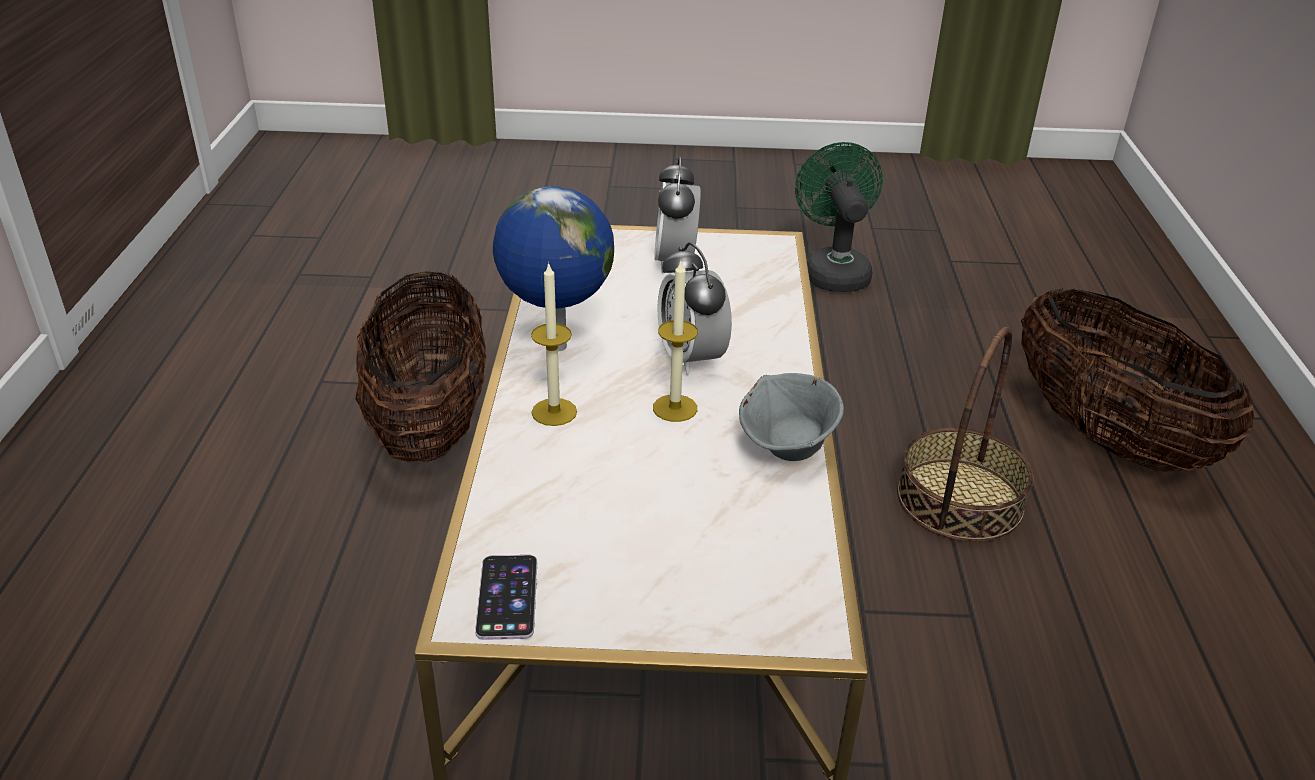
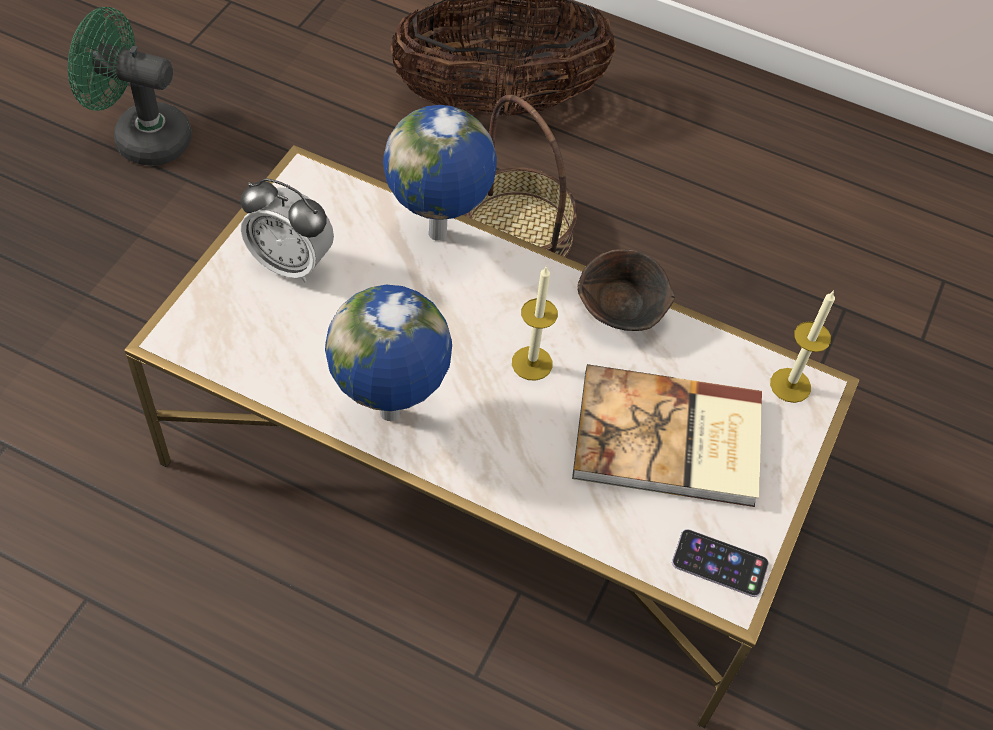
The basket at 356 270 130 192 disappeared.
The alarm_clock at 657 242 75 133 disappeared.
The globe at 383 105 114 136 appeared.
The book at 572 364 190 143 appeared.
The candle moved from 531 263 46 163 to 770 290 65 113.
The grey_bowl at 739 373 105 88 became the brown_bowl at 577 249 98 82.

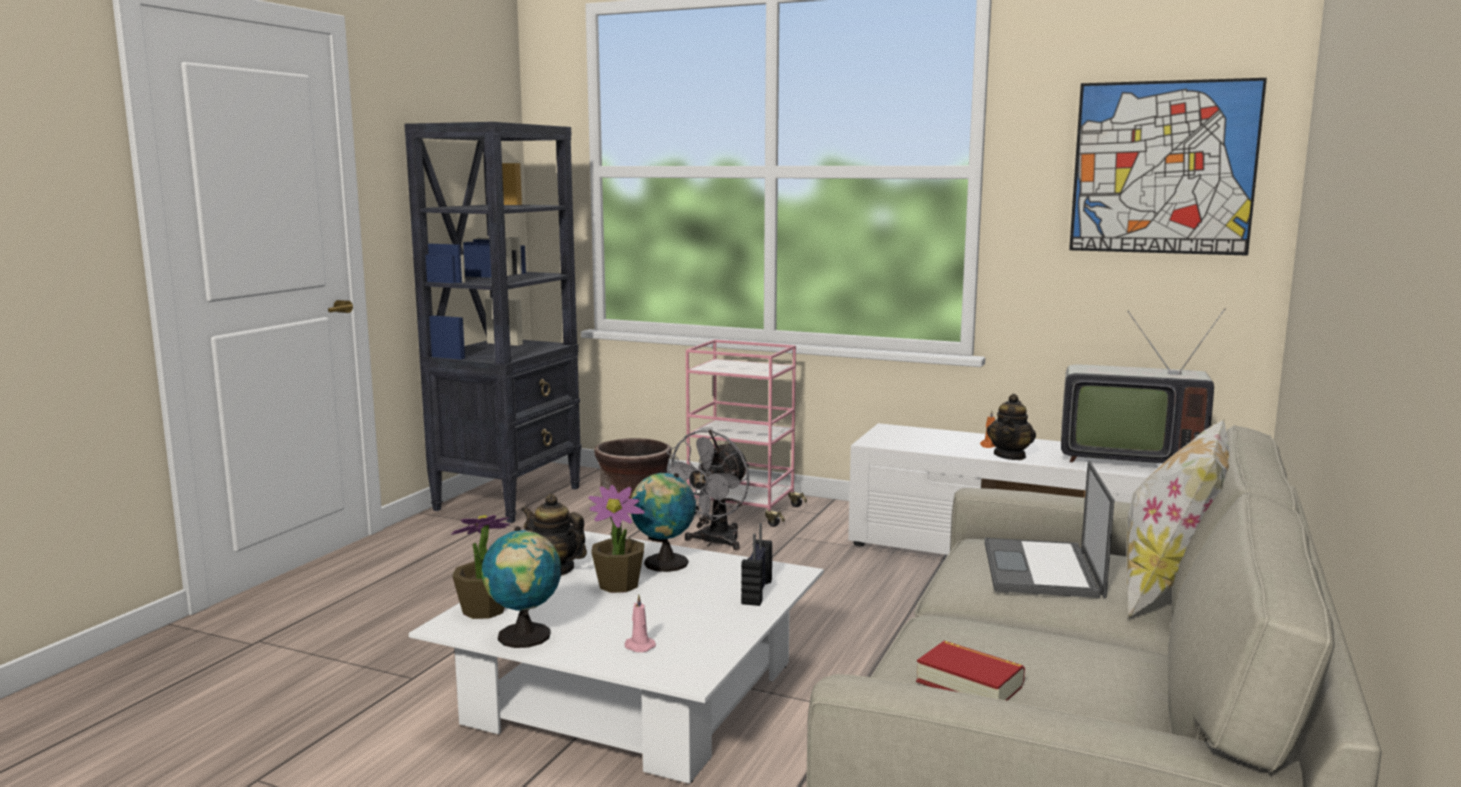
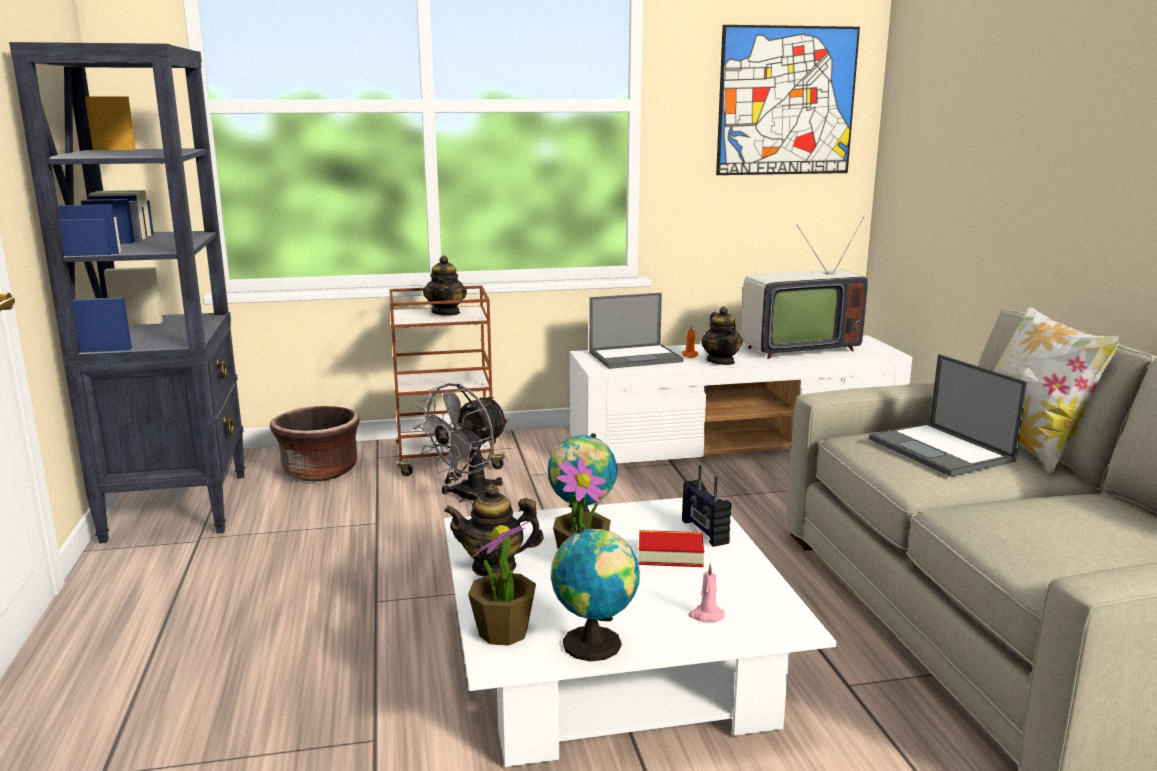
The teapot at 423 255 44 61 appeared.
The laptop at 589 293 94 76 appeared.
The book moved from 916 641 109 60 to 638 530 66 37.
The pink_cart at 686 340 121 187 became the brown_cart at 389 285 120 191.
The grey_fan at 666 430 83 120 turned 45 degrees clockwise.

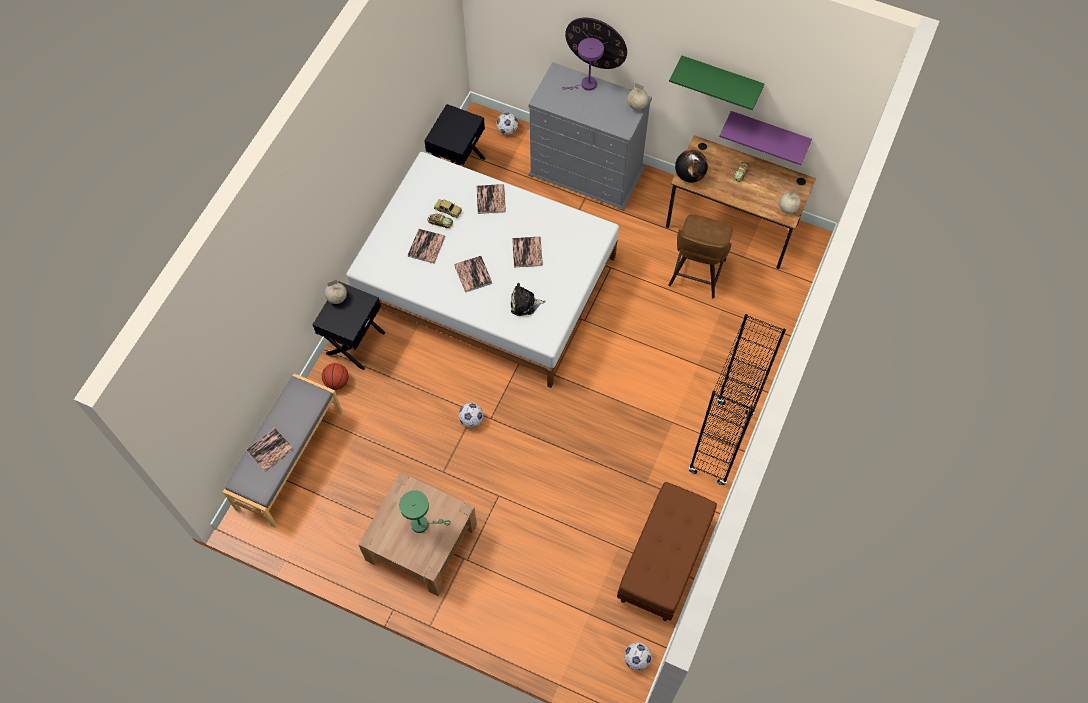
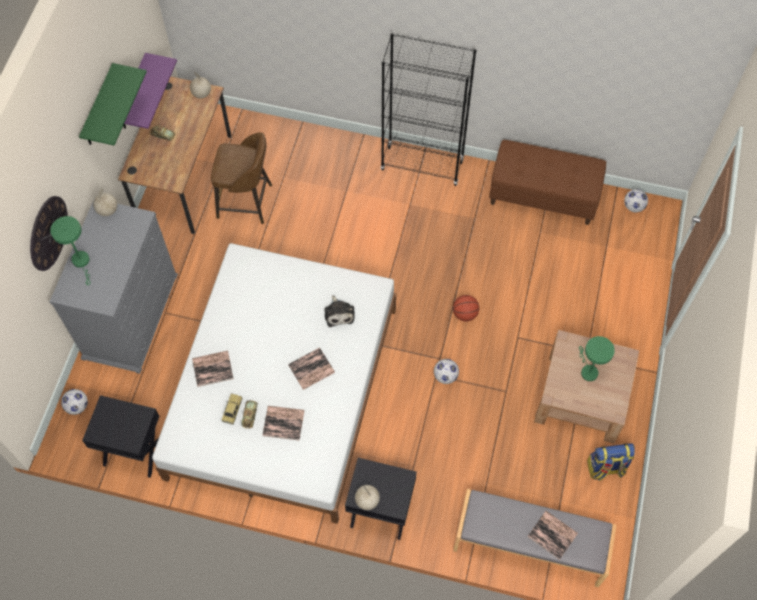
The book at 512 237 31 31 disappeared.
The globe at 675 150 33 33 disappeared.
The backpack at 587 443 48 38 appeared.
The basketball moved from 322 363 27 27 to 453 295 26 27.
The purple_table_lamp at 562 38 42 53 became the green_table_lamp at 50 216 41 69.

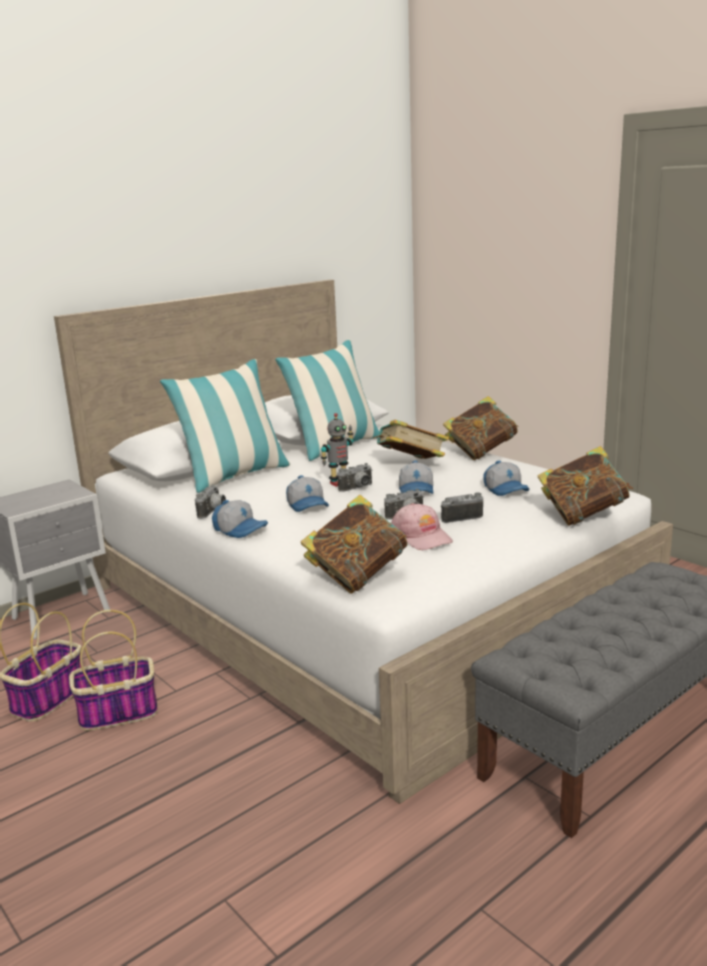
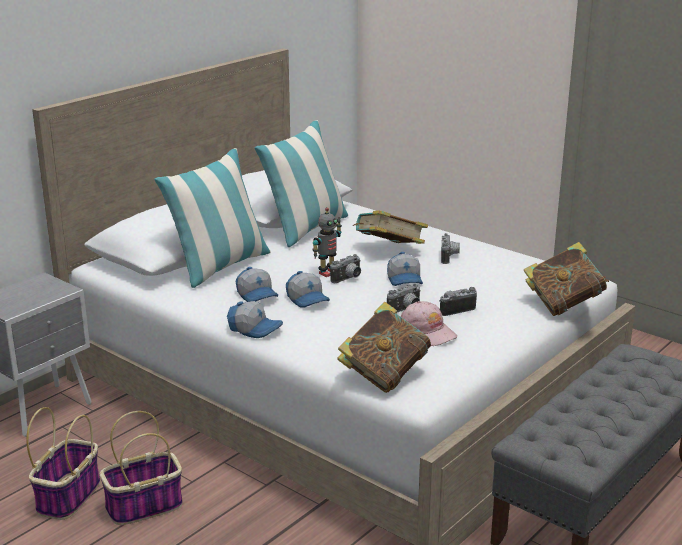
The book at 443 396 76 64 disappeared.
The photo_camera moved from 195 484 31 35 to 441 233 19 31.
The cap moved from 483 461 46 35 to 236 267 42 35.

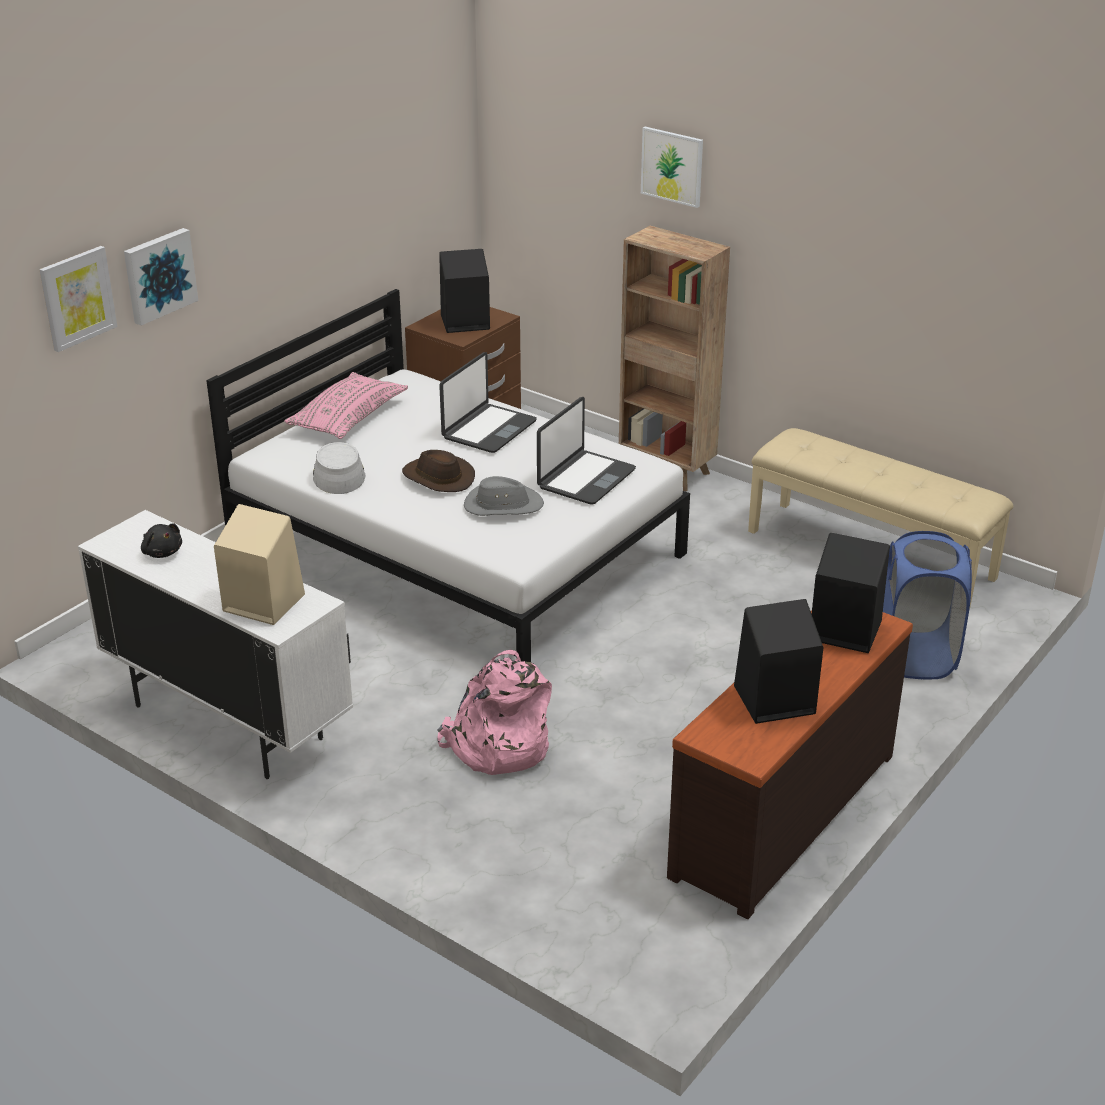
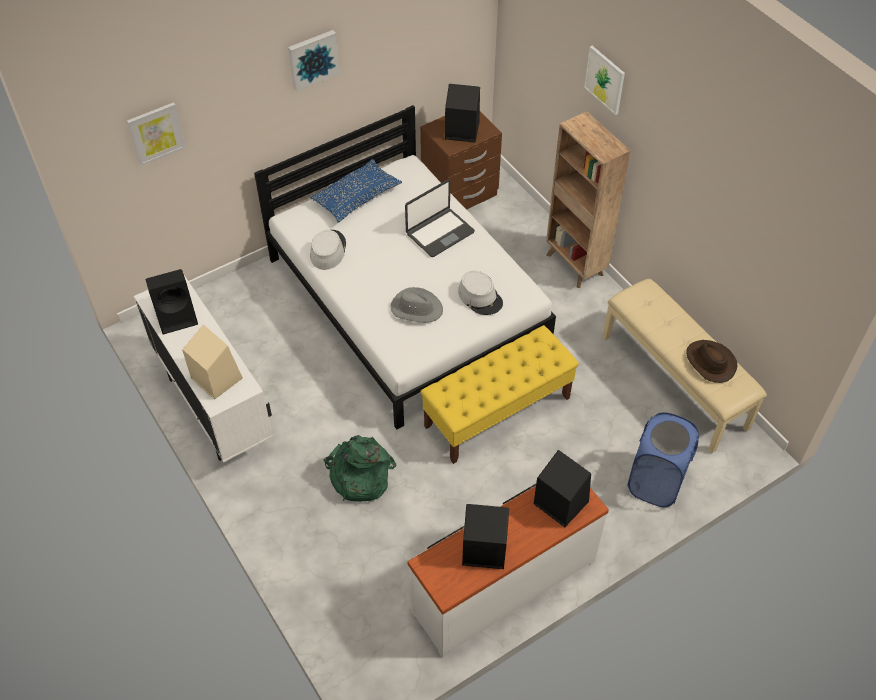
The yellow_bench at 420 325 159 139 appeared.
The picture moved from 124 228 74 98 to 288 30 52 62.
The brown_hat moved from 402 450 73 42 to 686 340 51 43.
The black_plush_toy at 141 523 41 35 was replaced by the black_speaker at 146 269 52 66.
The laptop at 537 397 99 107 was replaced by the grey_hat at 458 271 45 44.
The pink_pillow at 284 372 124 67 became the blue_pillow at 310 159 92 64.
The pink_backpack at 437 650 115 125 became the green_backpack at 324 435 72 67.
The brown_dresser at 667 611 246 308 became the white_dresser at 408 484 201 174.

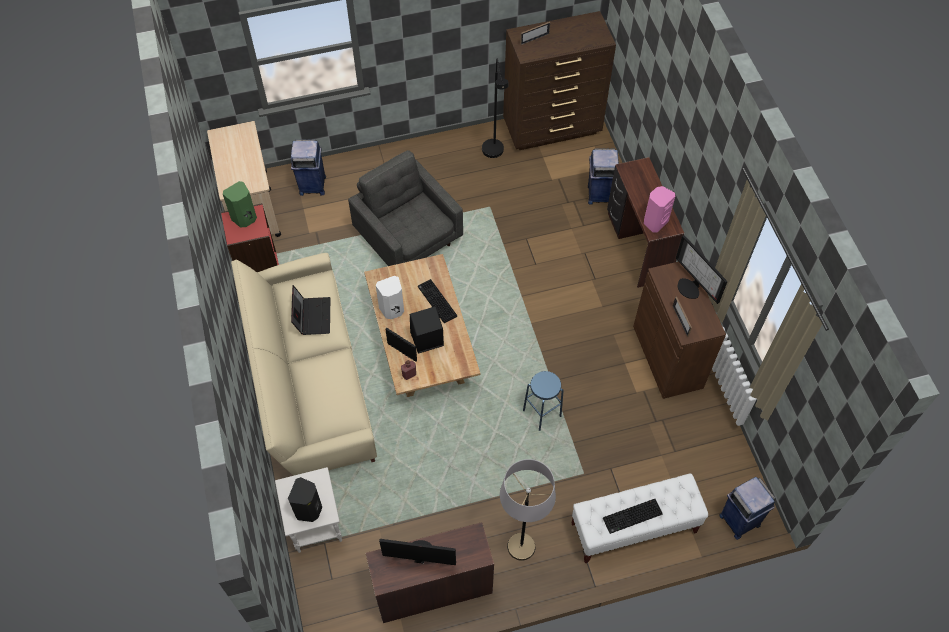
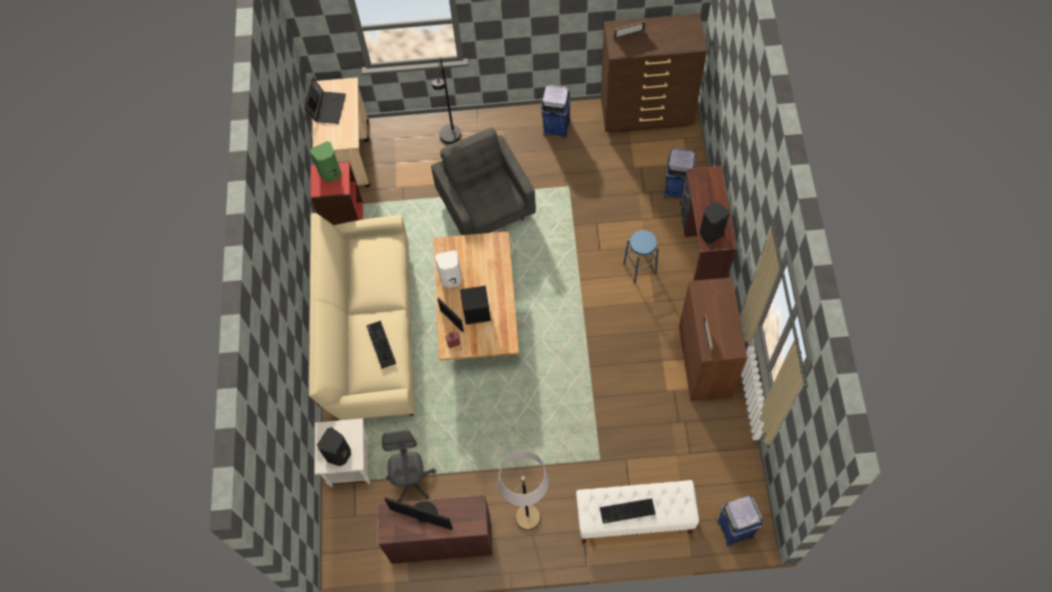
The monitor at 676 235 51 69 disappeared.
The grey_office_chair at 382 430 54 72 appeared.
The blue_trash_can moved from 291 139 35 57 to 540 85 31 53.
The laptop moved from 291 285 39 50 to 305 77 41 47.
The keyboard moved from 418 279 39 44 to 366 321 30 47.
The black_floor_lamp moved from 482 59 26 99 to 432 58 29 86.
The blue_stool moved from 523 371 41 60 to 623 230 36 54.
The pink_speaker at 644 186 31 47 became the black_speaker at 699 203 30 41.

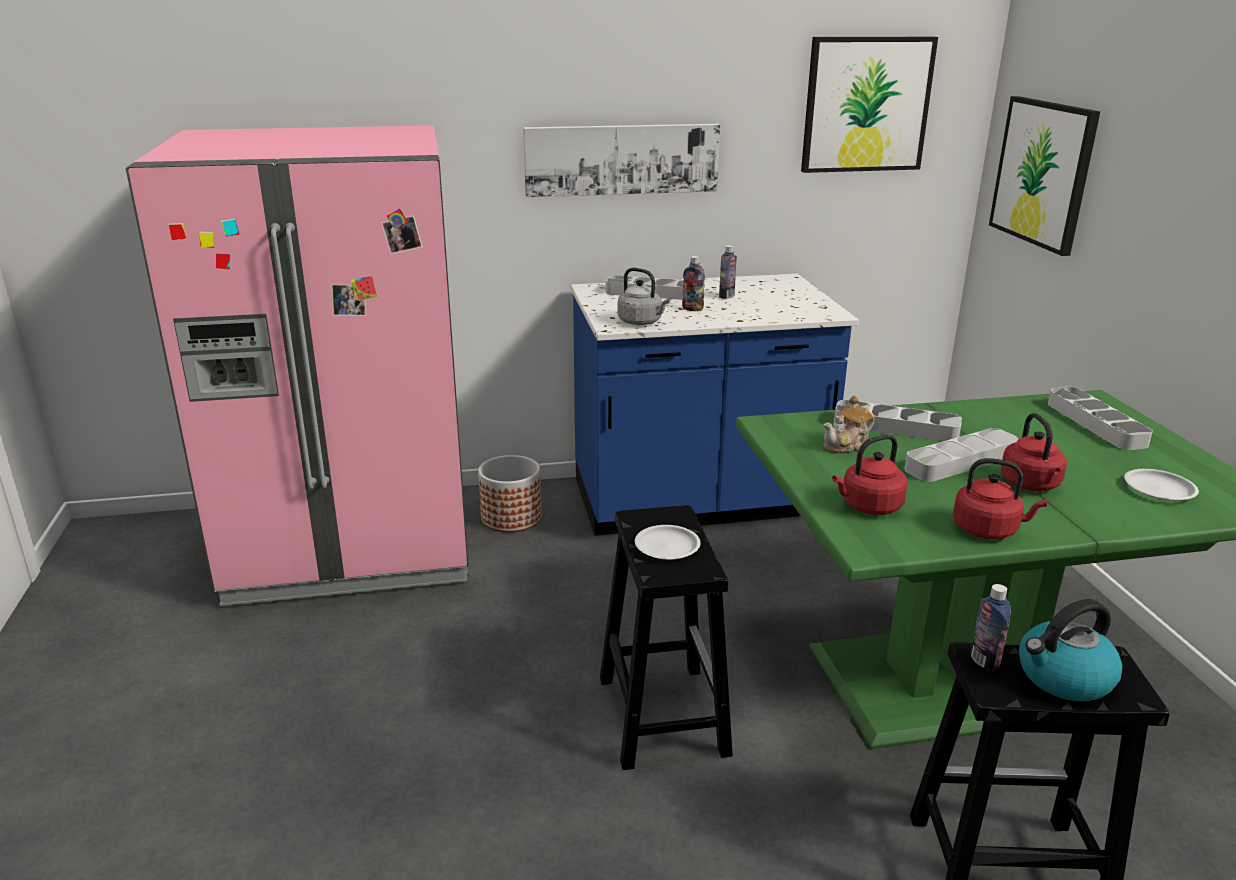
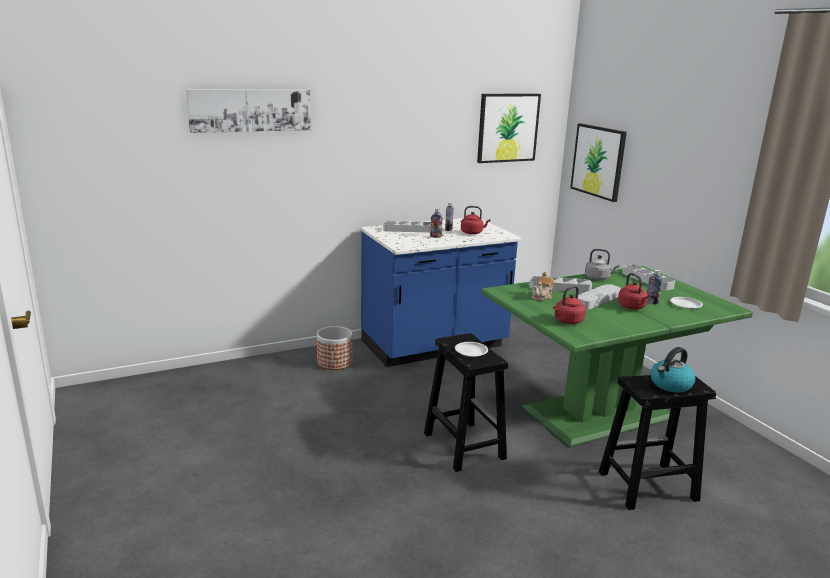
The pink_fridge at 126 125 342 481 disappeared.
The picture moved from 523 124 197 73 to 186 89 125 44.
The grey_kettle moved from 618 268 52 57 to 585 249 34 31.
The red_kettle moved from 953 458 94 81 to 461 206 30 28.
The bottle moved from 970 584 41 87 to 647 270 15 35.

